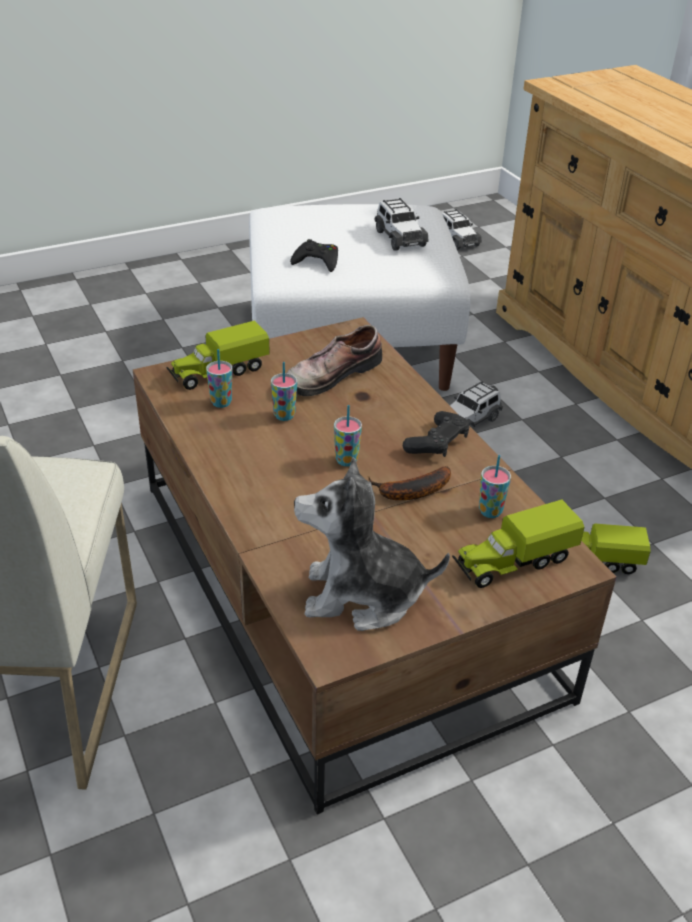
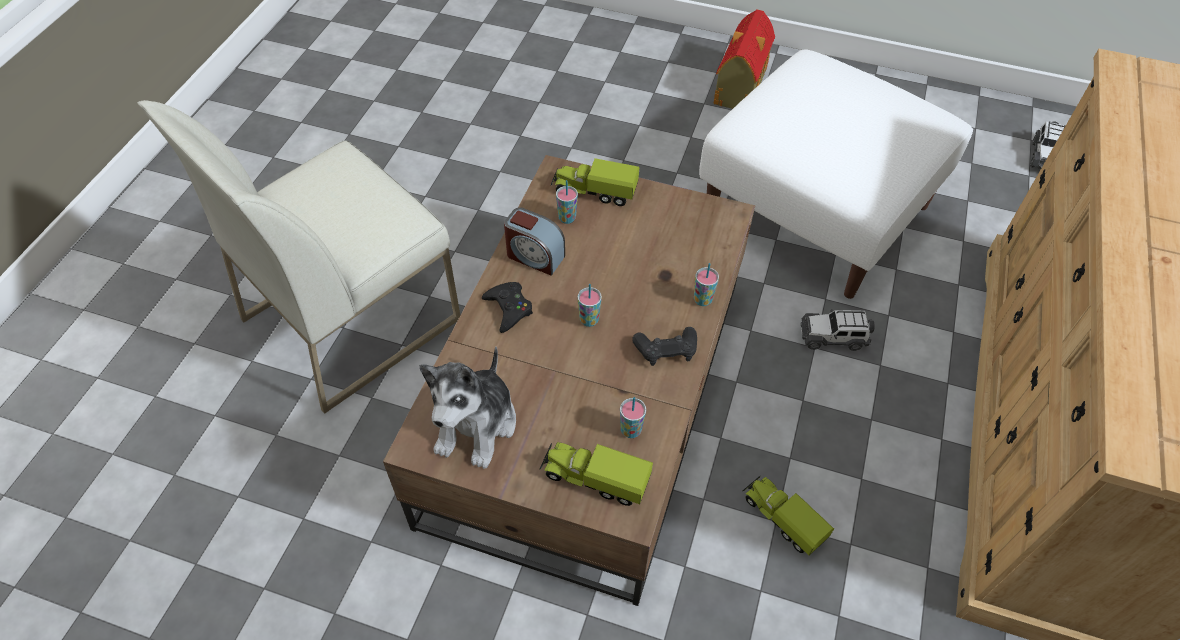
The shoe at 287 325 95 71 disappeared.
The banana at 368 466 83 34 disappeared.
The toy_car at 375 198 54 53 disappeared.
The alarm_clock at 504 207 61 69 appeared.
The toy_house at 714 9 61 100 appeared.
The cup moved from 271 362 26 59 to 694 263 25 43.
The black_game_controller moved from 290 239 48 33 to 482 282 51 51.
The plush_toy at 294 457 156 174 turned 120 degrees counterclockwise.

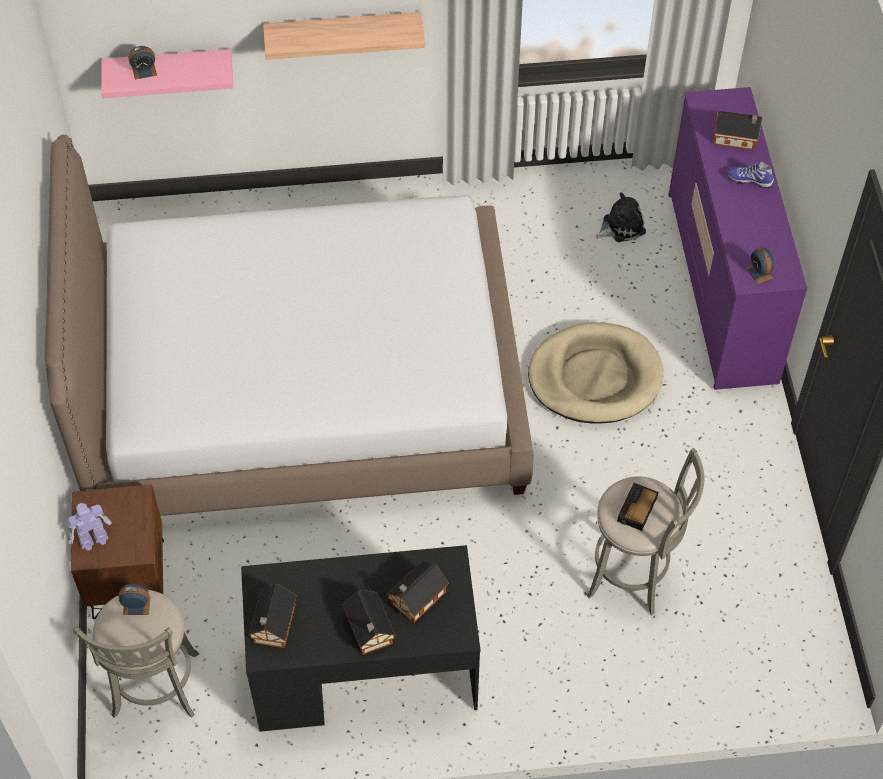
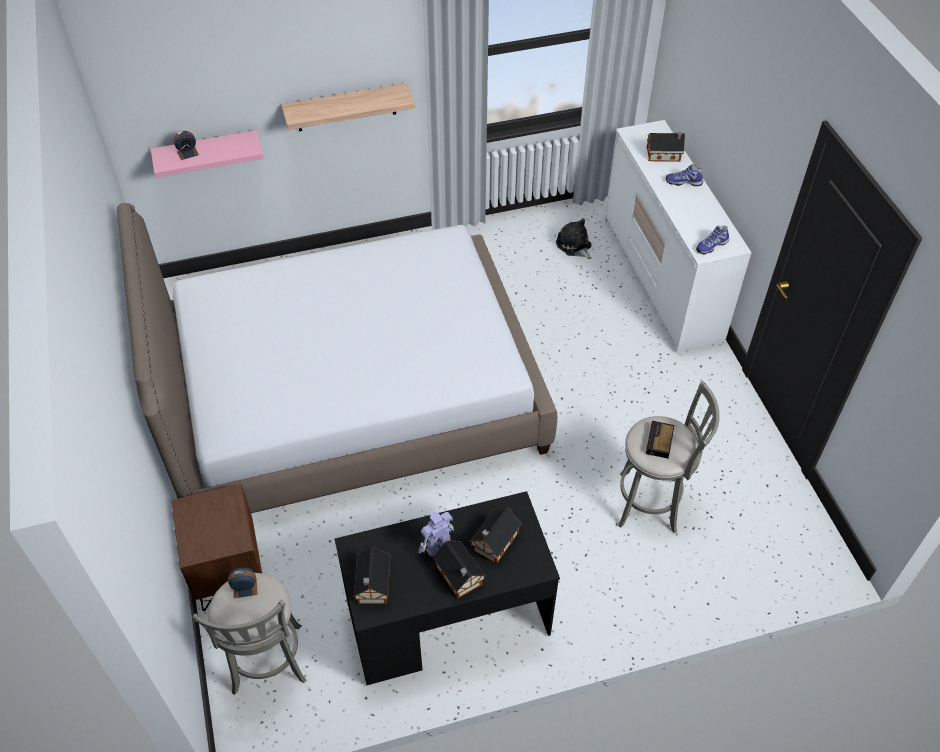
The beige_dog_bed at 528 322 135 101 disappeared.
The toy_robot moved from 66 503 46 48 to 418 512 36 45.
The alarm_clock at 746 248 28 36 was replaced by the shoe at 696 226 33 28.
The purple_dresser at 668 87 139 303 became the white_dresser at 604 120 148 233.
The plush_toy at 596 192 50 50 turned 90 degrees counterclockwise.

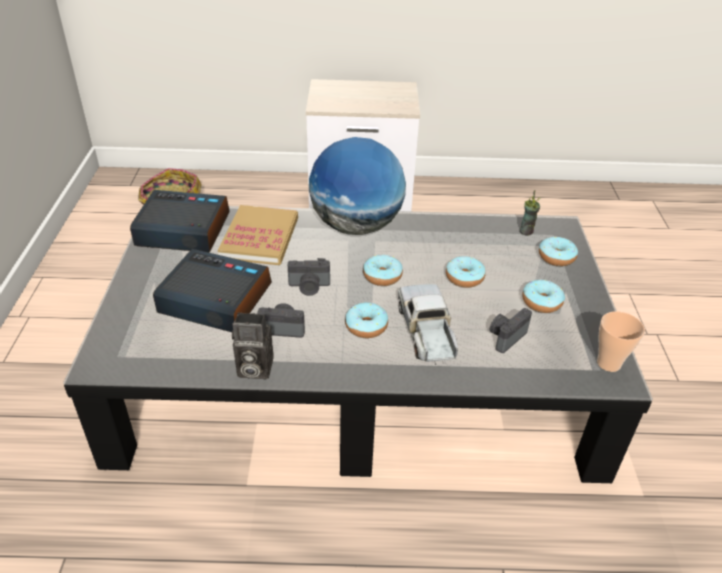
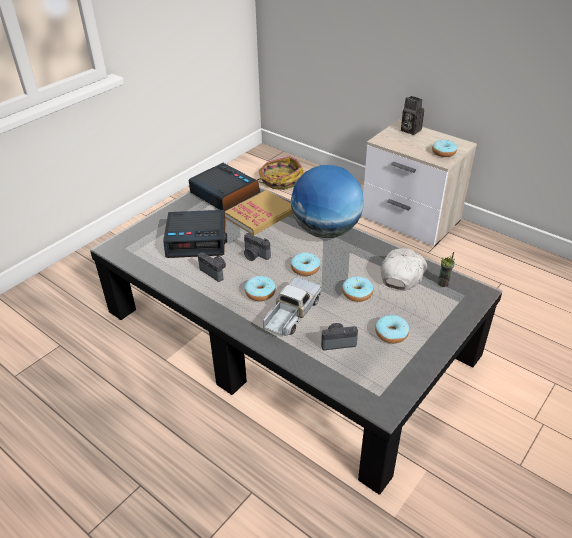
The cup at 597 311 48 61 disappeared.
The white_cap at 381 248 46 42 appeared.
The photo_camera moved from 232 312 42 67 to 401 96 23 39.
The donut moved from 539 236 39 30 to 432 140 25 17.
The alarm_clock at 153 249 119 83 turned 120 degrees clockwise.

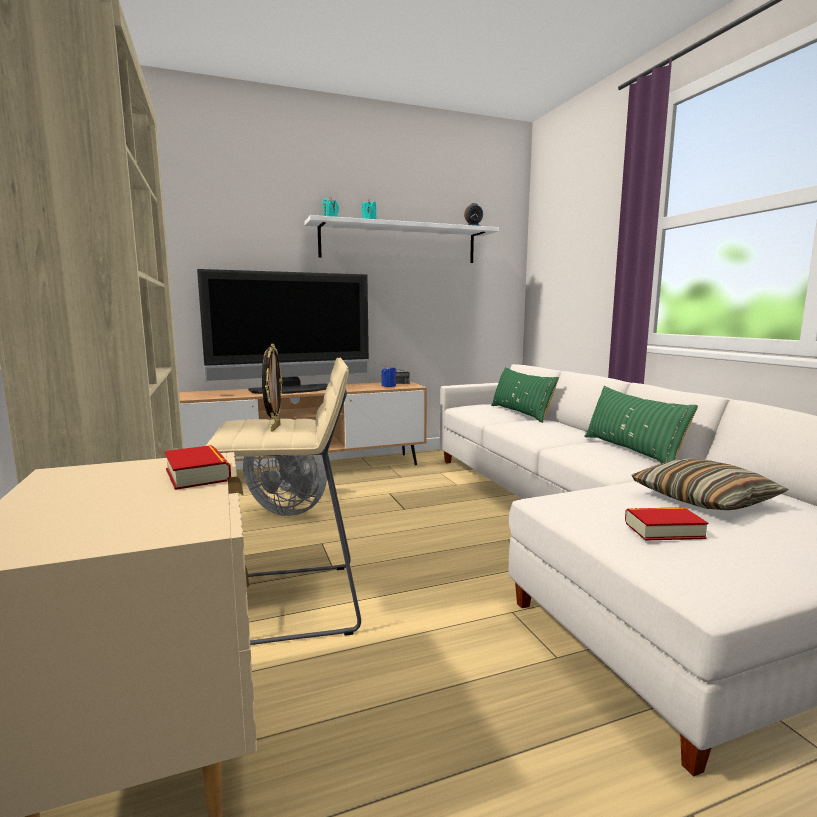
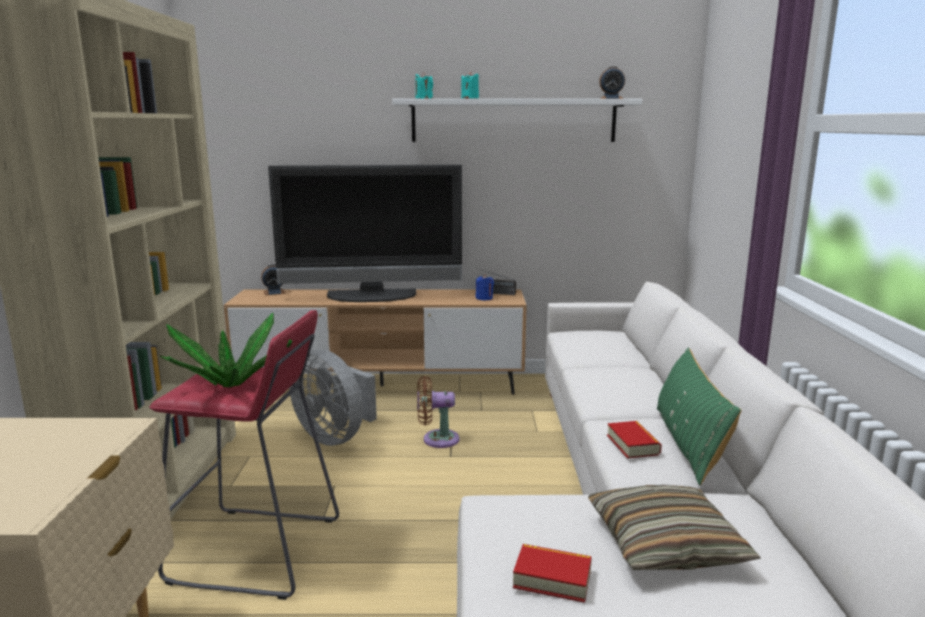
The green_pillow at 491 367 68 56 disappeared.
The alarm_clock at 261 265 24 30 appeared.
The brown_fan at 417 376 42 72 appeared.
The book moved from 164 445 67 45 to 607 421 55 38.
The picture_frame at 262 344 20 88 was replaced by the potted_plant at 159 313 133 74.
The beige_stool at 206 358 155 287 became the red_stool at 149 310 190 290.

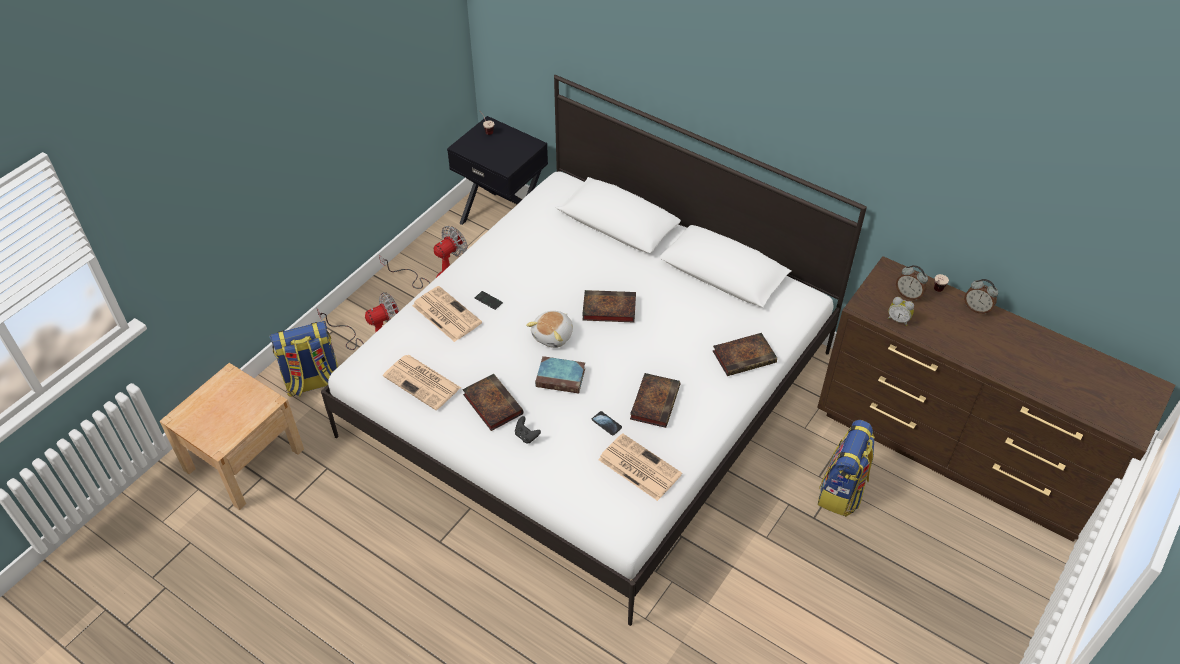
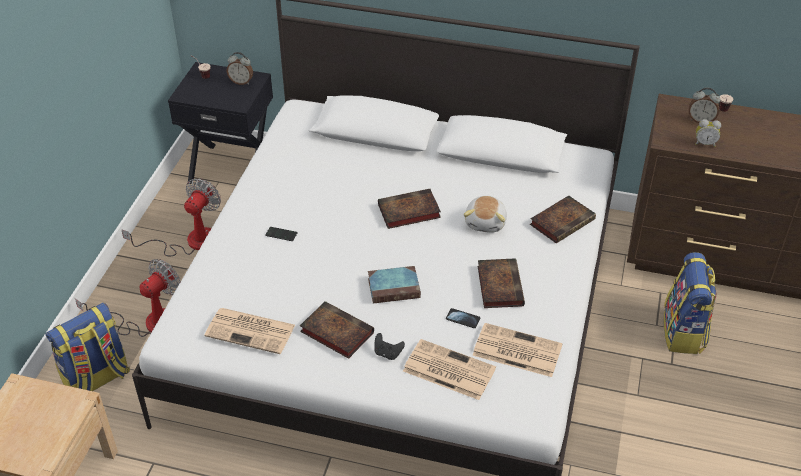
The newspaper moved from 412 286 70 56 to 403 339 93 61.
The plush_toy moved from 526 311 47 37 to 464 196 43 37.
The alarm_clock moved from 964 279 34 35 to 226 52 27 33.

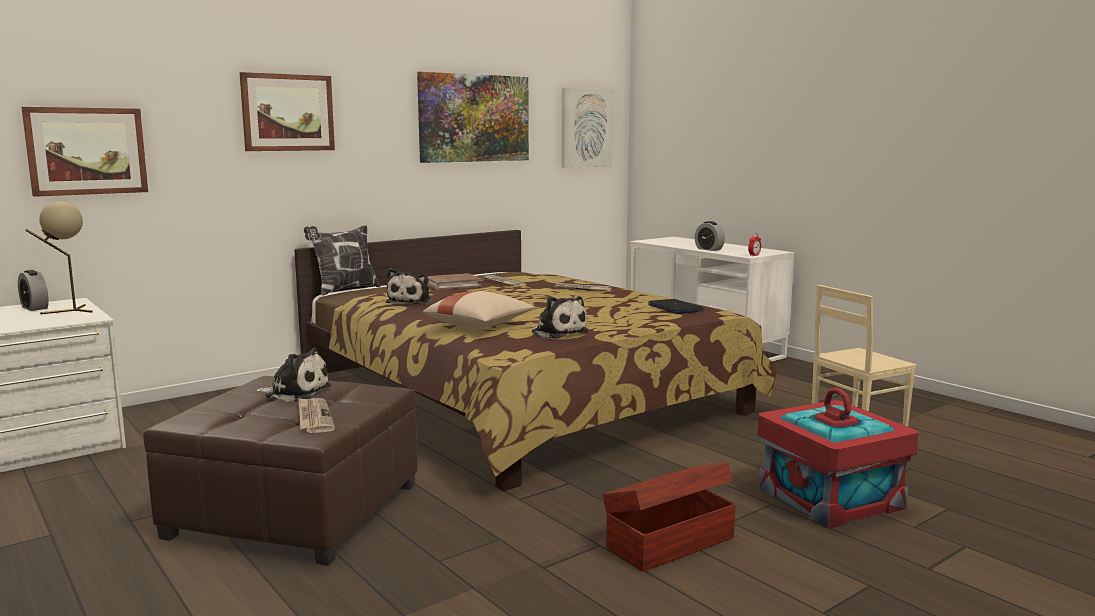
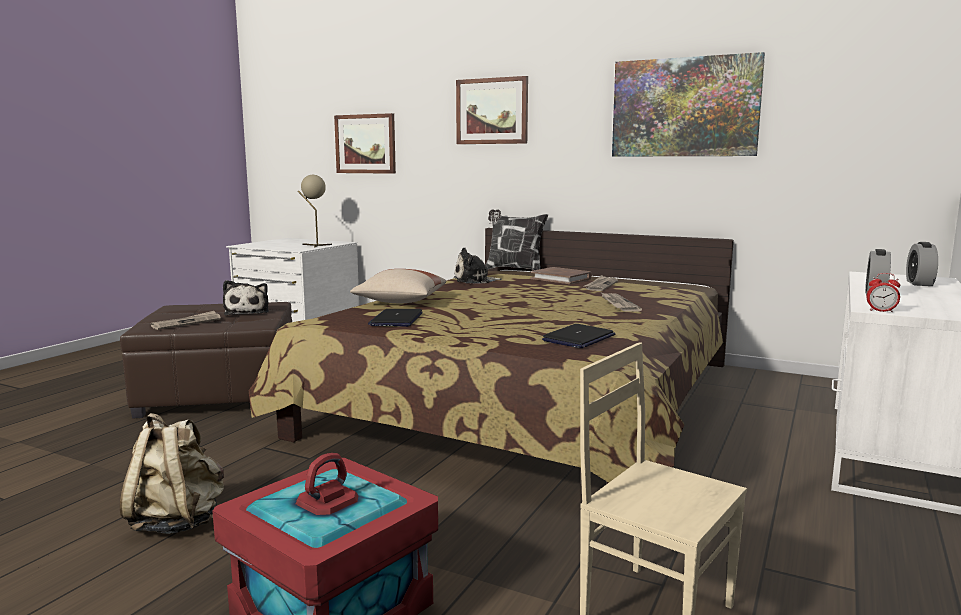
The picture at 562 88 52 80 disappeared.
The alarm_clock moved from 18 270 31 41 to 906 242 32 44.
The plush_toy at 530 296 59 43 was replaced by the laptop at 368 309 55 18.
The brown_storage_box at 602 462 134 110 was replaced by the beige_backpack at 120 413 104 121.

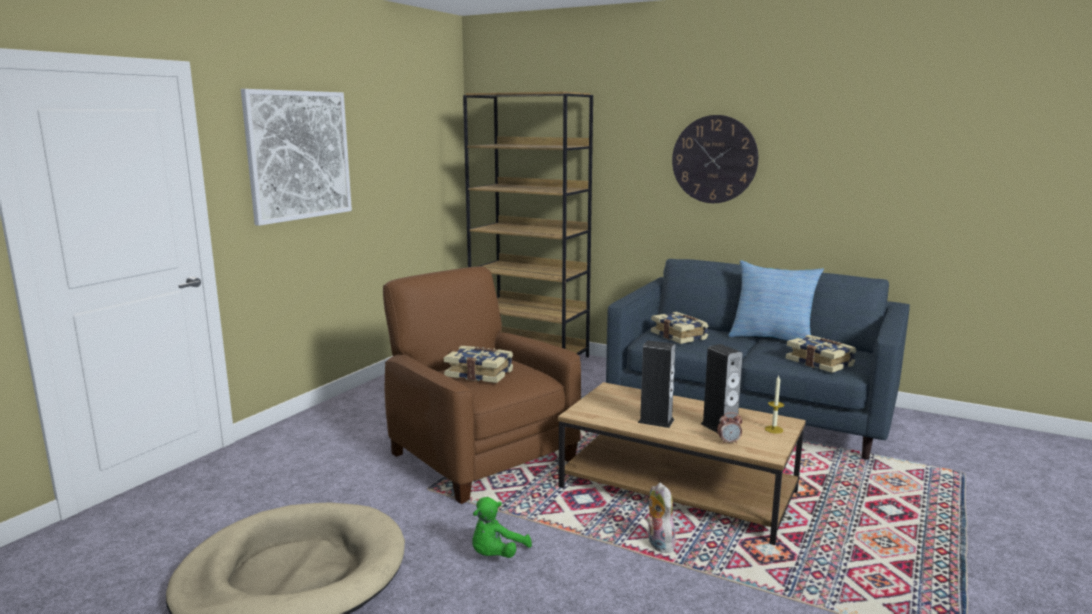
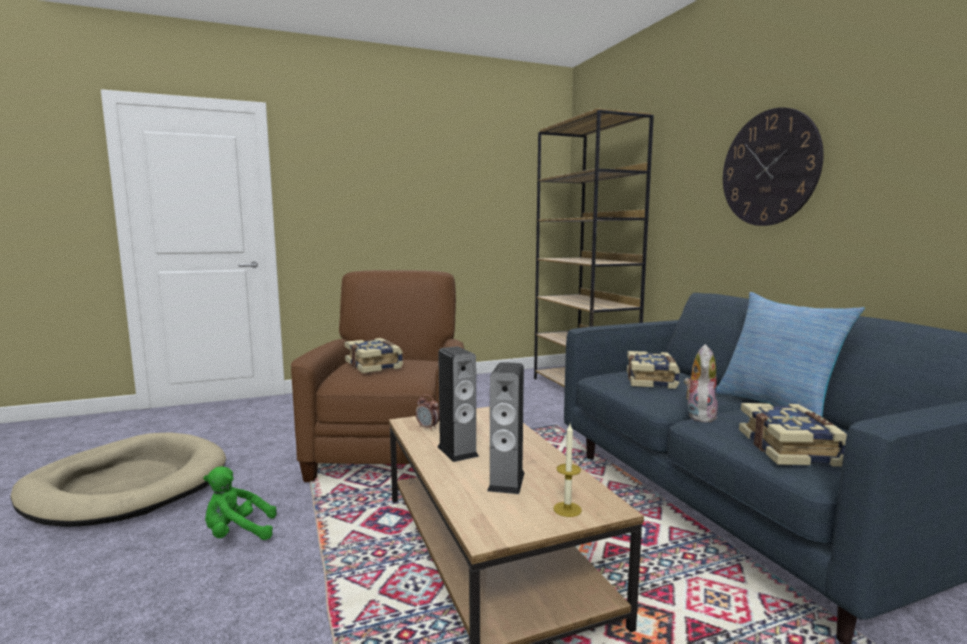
The picture at 241 89 111 137 disappeared.
The plush_toy moved from 646 483 30 70 to 684 344 34 78.
The alarm_clock moved from 717 412 25 32 to 416 394 23 37.

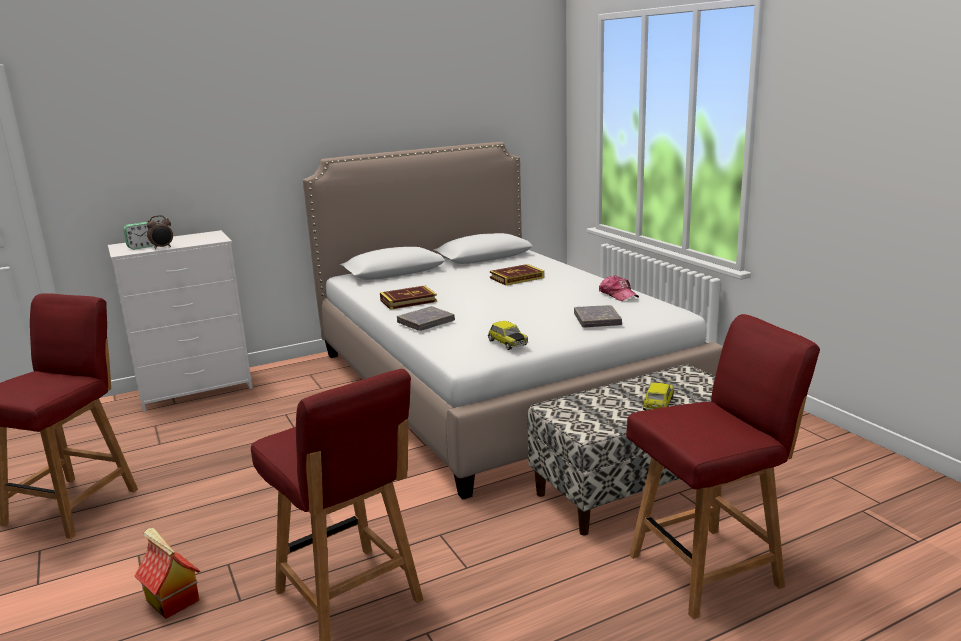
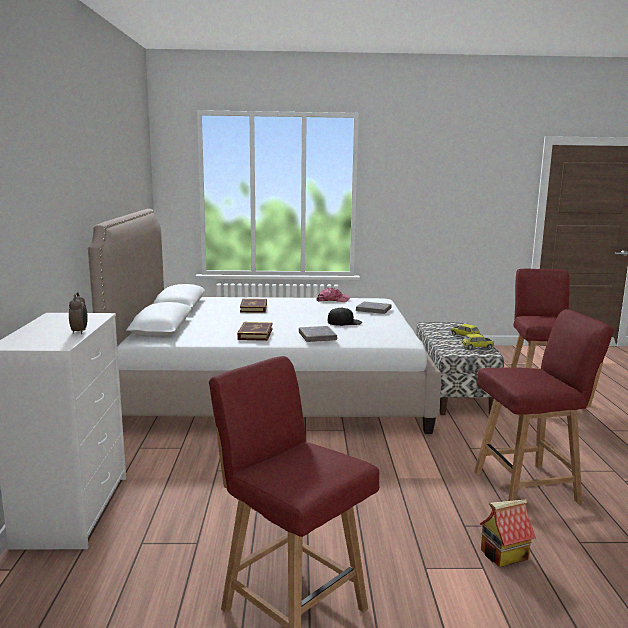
The alarm_clock at 123 222 31 28 disappeared.
The black_cap at 328 307 34 19 appeared.
The toy_car moved from 488 321 40 29 to 462 334 32 16.

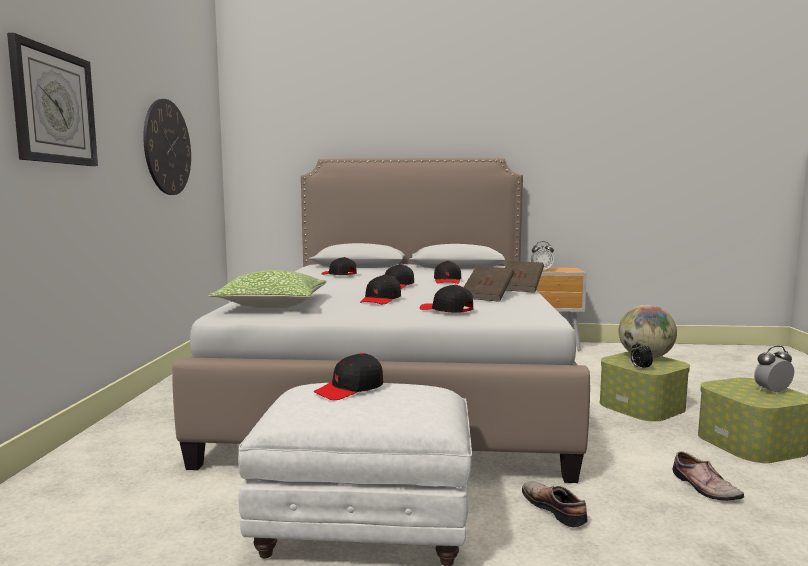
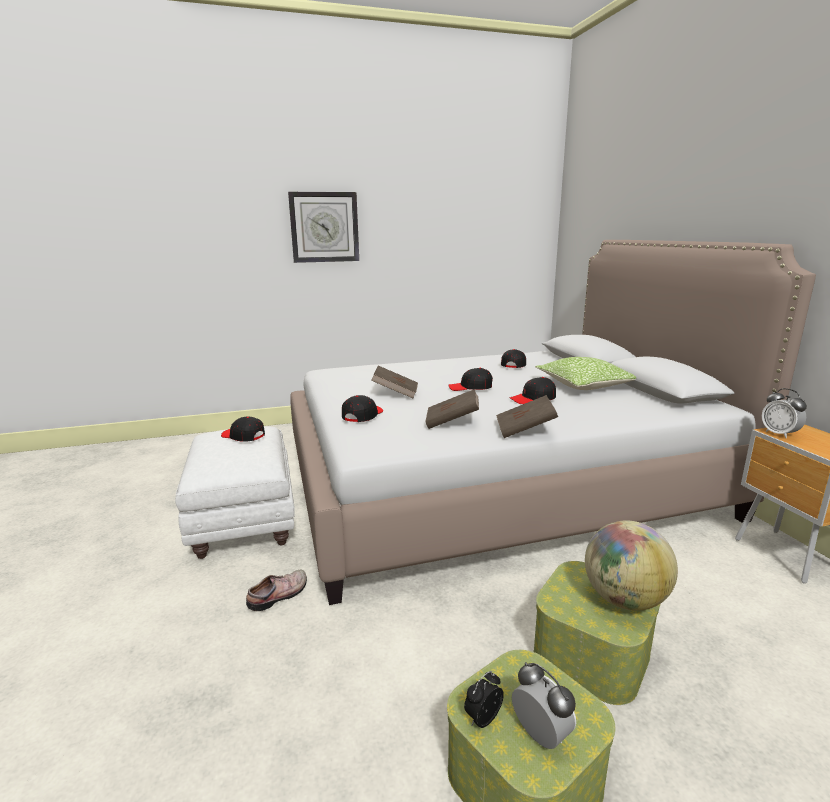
The wall_clock at 143 99 48 96 disappeared.
The shoe at 672 451 72 50 disappeared.
The pillow moved from 209 270 118 38 to 535 357 101 33.
The alarm_clock moved from 630 340 23 29 to 464 671 40 57.
The black_cap at 360 274 41 31 was replaced by the brown_book at 371 366 47 32.

